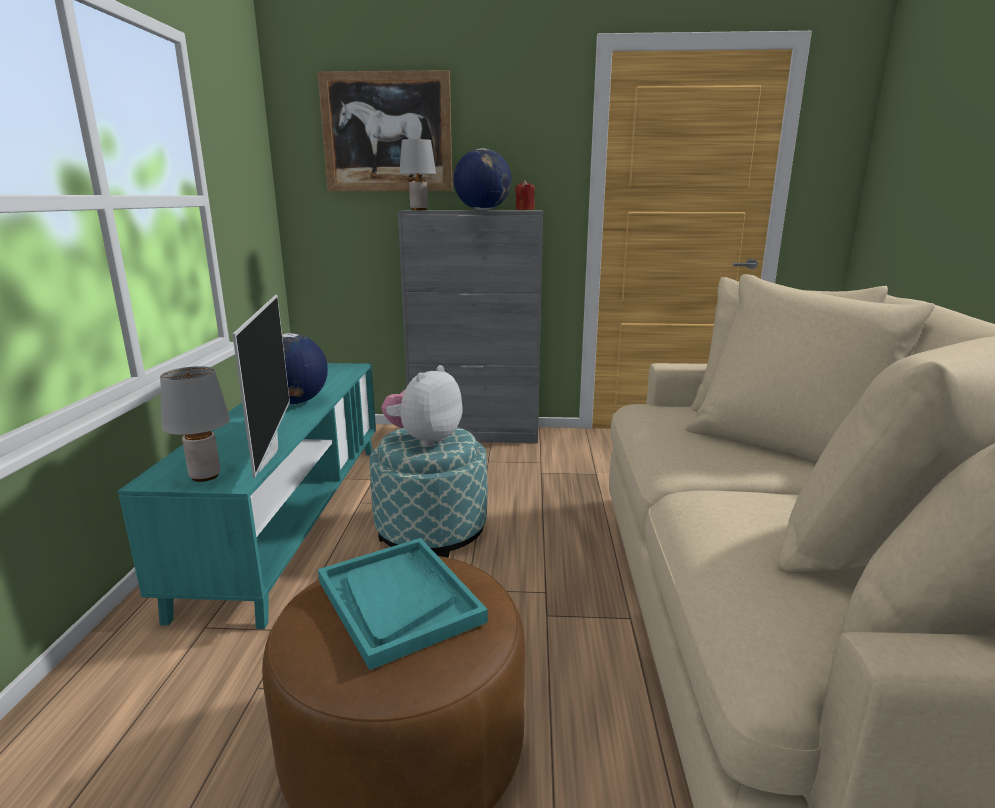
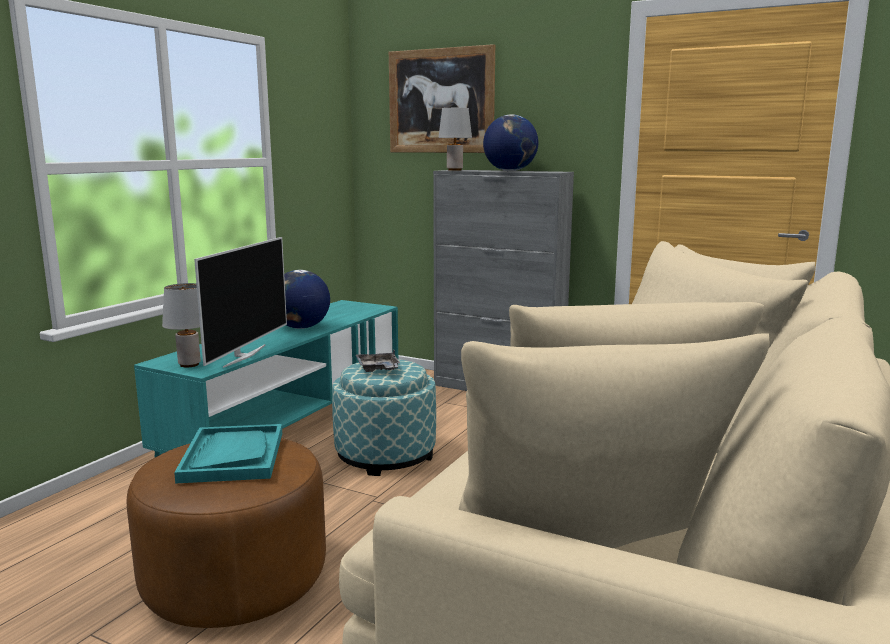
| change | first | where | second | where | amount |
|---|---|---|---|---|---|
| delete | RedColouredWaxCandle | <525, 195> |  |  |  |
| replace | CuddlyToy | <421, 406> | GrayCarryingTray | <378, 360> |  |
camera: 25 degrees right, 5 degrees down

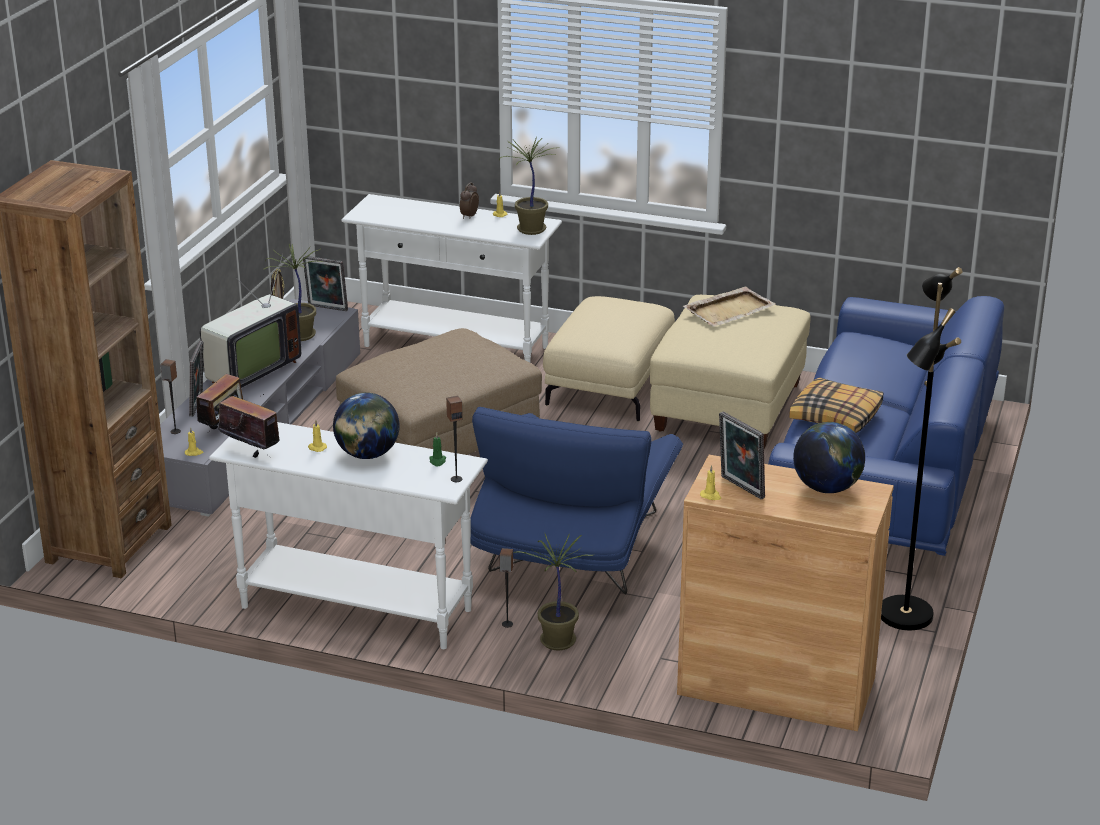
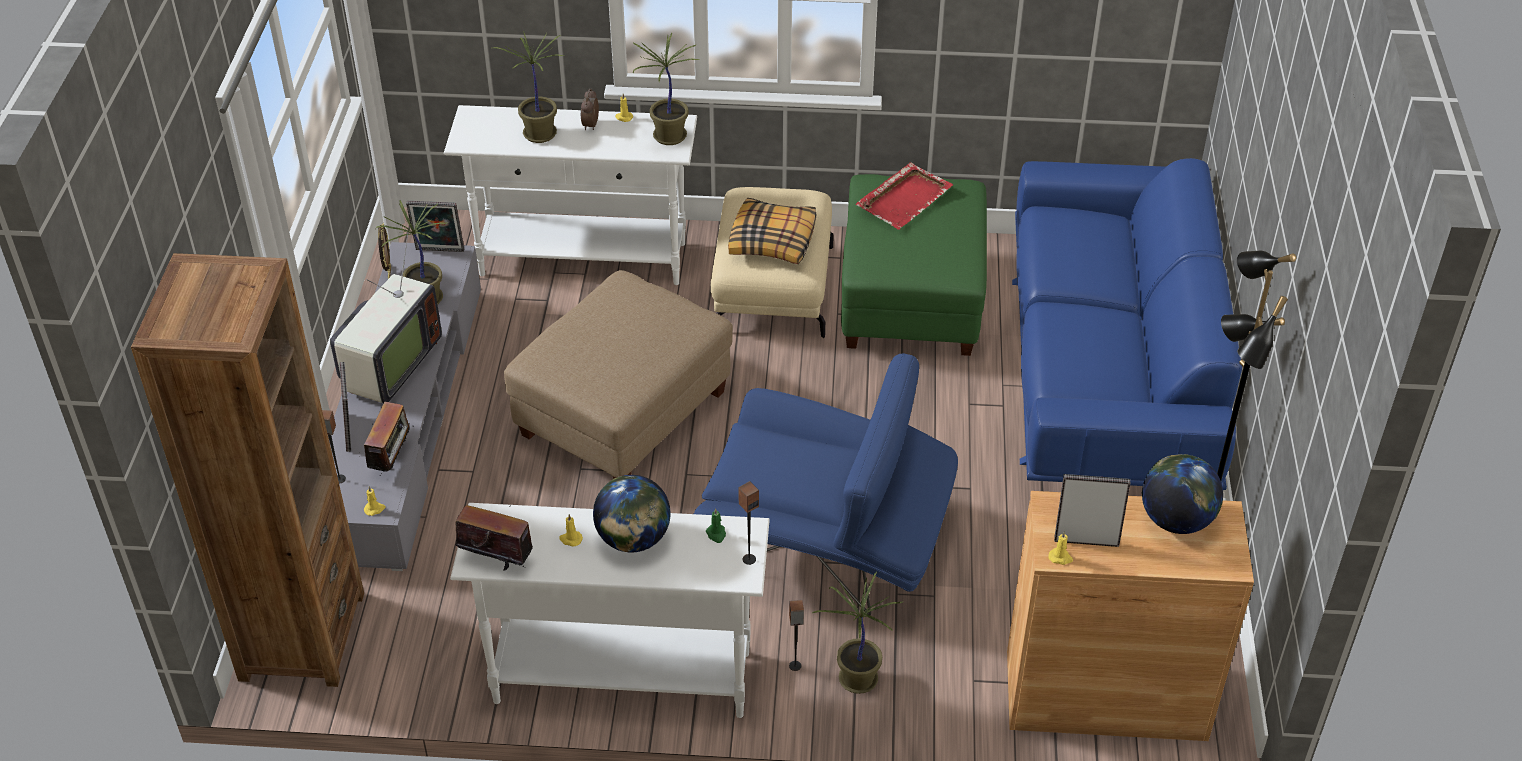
| change | first | where | second | where | amount |
|---|---|---|---|---|---|
| recolor | BeigeColouredCarryingTray | <729, 306> | RedColouredCarryingTray | <904, 196> |  |
| recolor | BeigeColouredOttoman | <730, 371> | GreenColouredOttoman | <914, 265> |  |
| move | ThrowPillow | <836, 405> |  | <772, 231> |  |
| rotate | BlueEasyChair | <576, 501> |  | <825, 484> | 75 degrees counterclockwise |
| rotate | PictureFrame | <742, 455> |  | <1092, 510> | 150 degrees clockwise |
| insert |  |  | Houseplant | <528, 88> |  |
camera: 15 degrees left, 15 degrees up

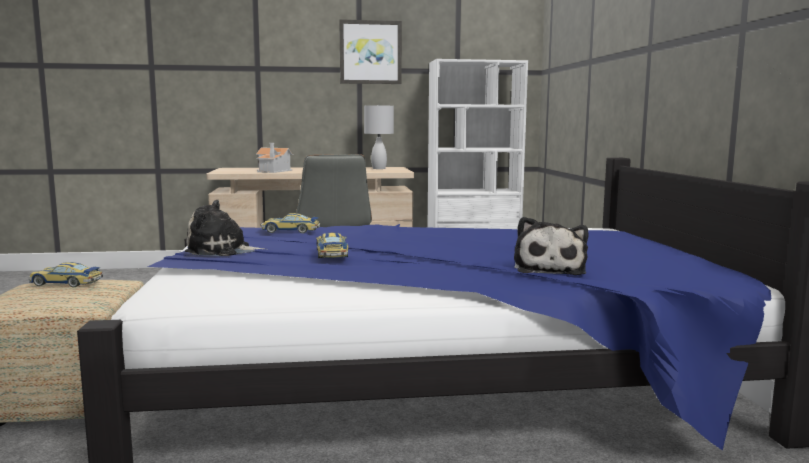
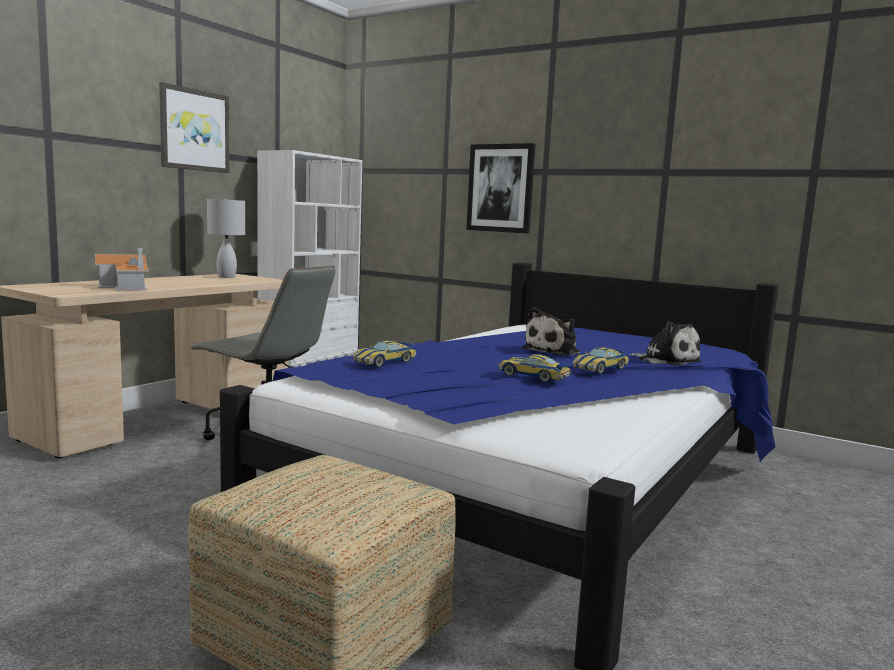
| change | first | where | second | where | amount |
|---|---|---|---|---|---|
| move | CuddlyToy | <225, 228> |  | <551, 331> |  |
| move | ToyCar | <65, 274> |  | <601, 360> |  |
| insert |  |  | Picture | <500, 188> |  |
camera: 50 degrees left, 0 degrees up

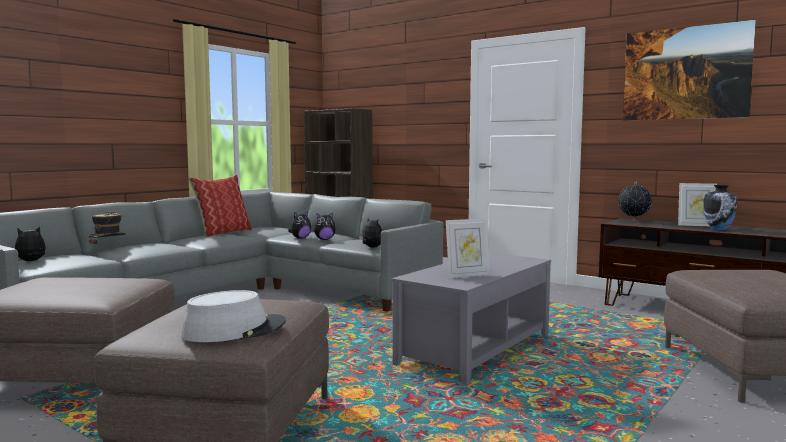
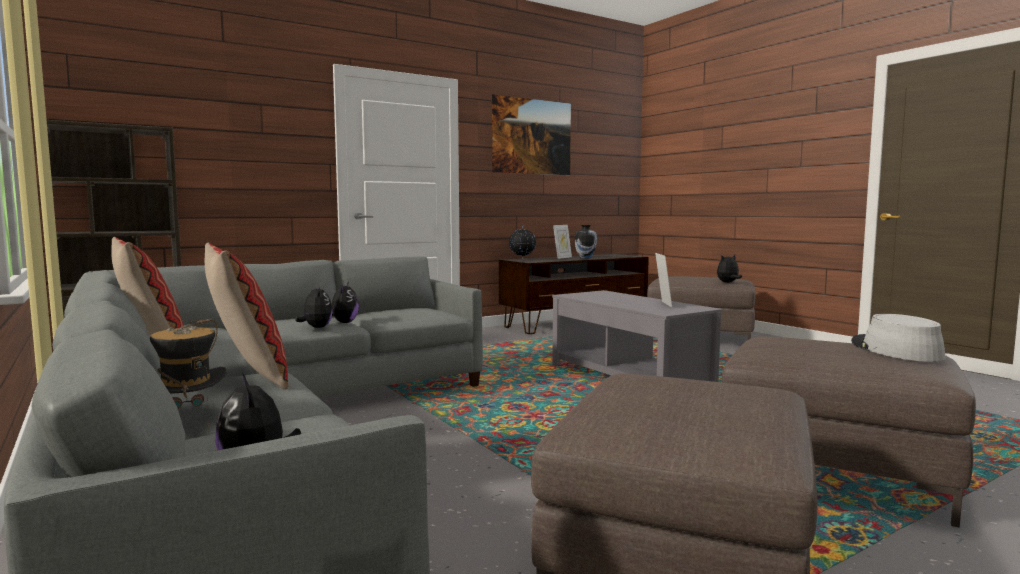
| change | first | where | second | where | amount |
|---|---|---|---|---|---|
| move | CuddlyToy | <371, 232> |  | <729, 269> |  |
| insert |  |  | ThrowPillow | <246, 316> |  |
camera: 70 degrees left, 0 degrees up

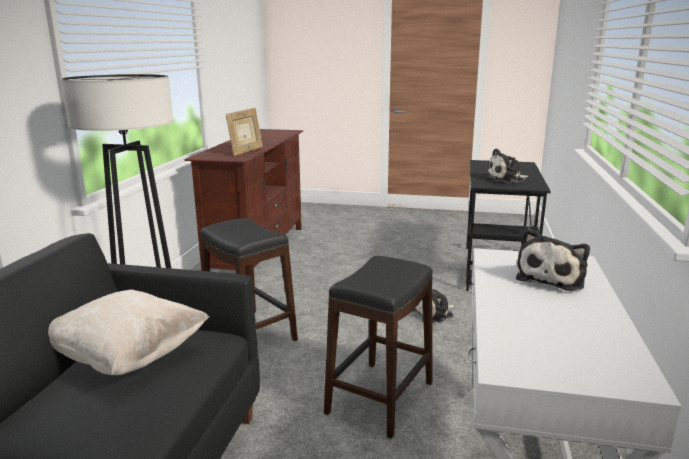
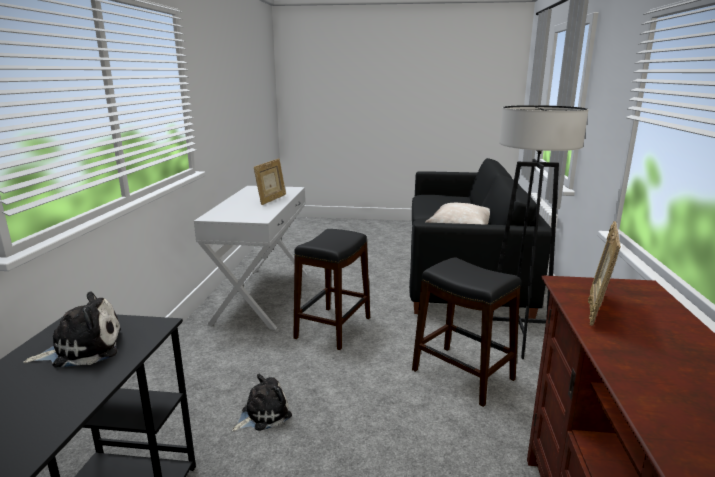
| change | first | where | second | where | amount |
|---|---|---|---|---|---|
| delete | CuddlyToy | <553, 259> |  |  |  |
| insert |  |  | PictureFrame | <270, 182> |  |
camera: 175 degrees right, 0 degrees up

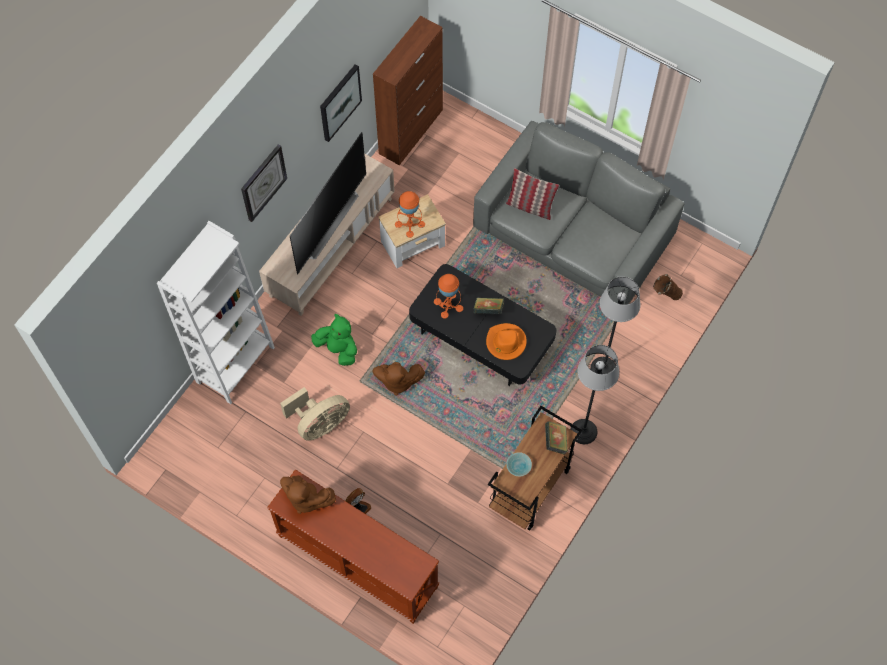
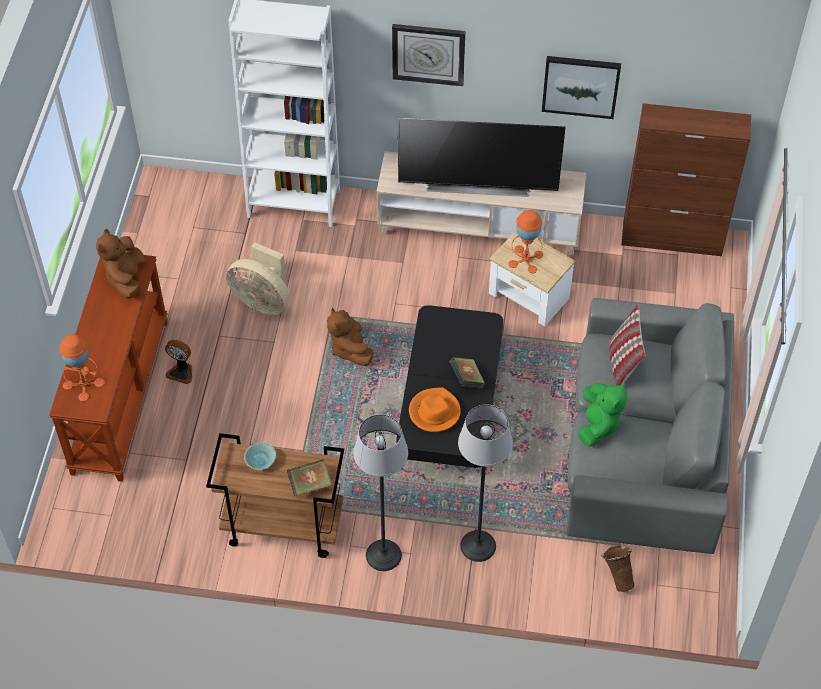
| change | first | where | second | where | amount |
|---|---|---|---|---|---|
| move | OrangeyTableLamp | <448, 296> |  | <82, 368> |  |
| move | GreenColouredCuddlyToy | <334, 340> |  | <602, 414> |  |
camera: 65 degrees right, 10 degrees down

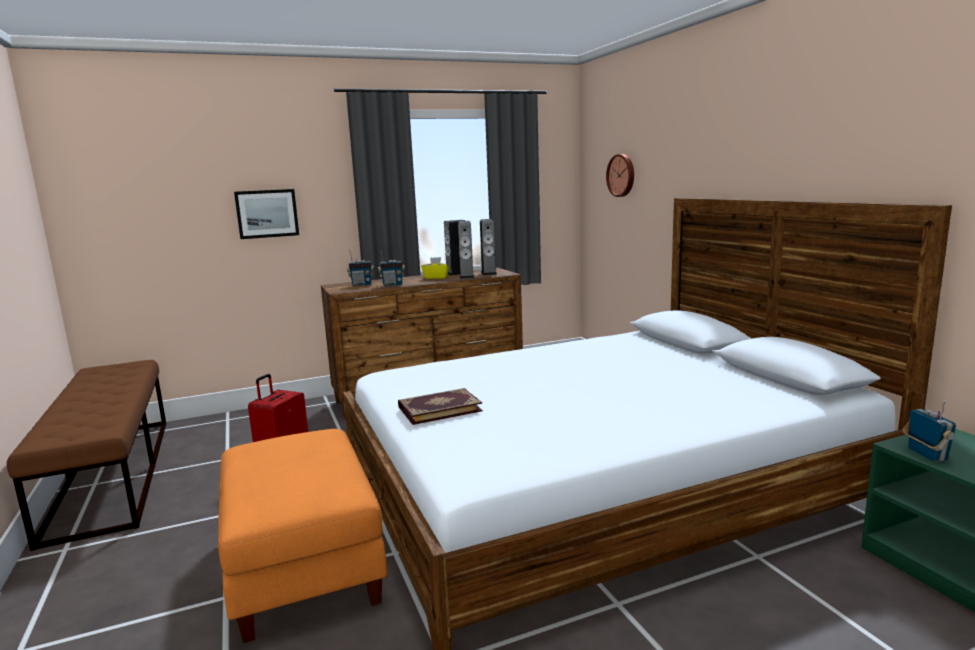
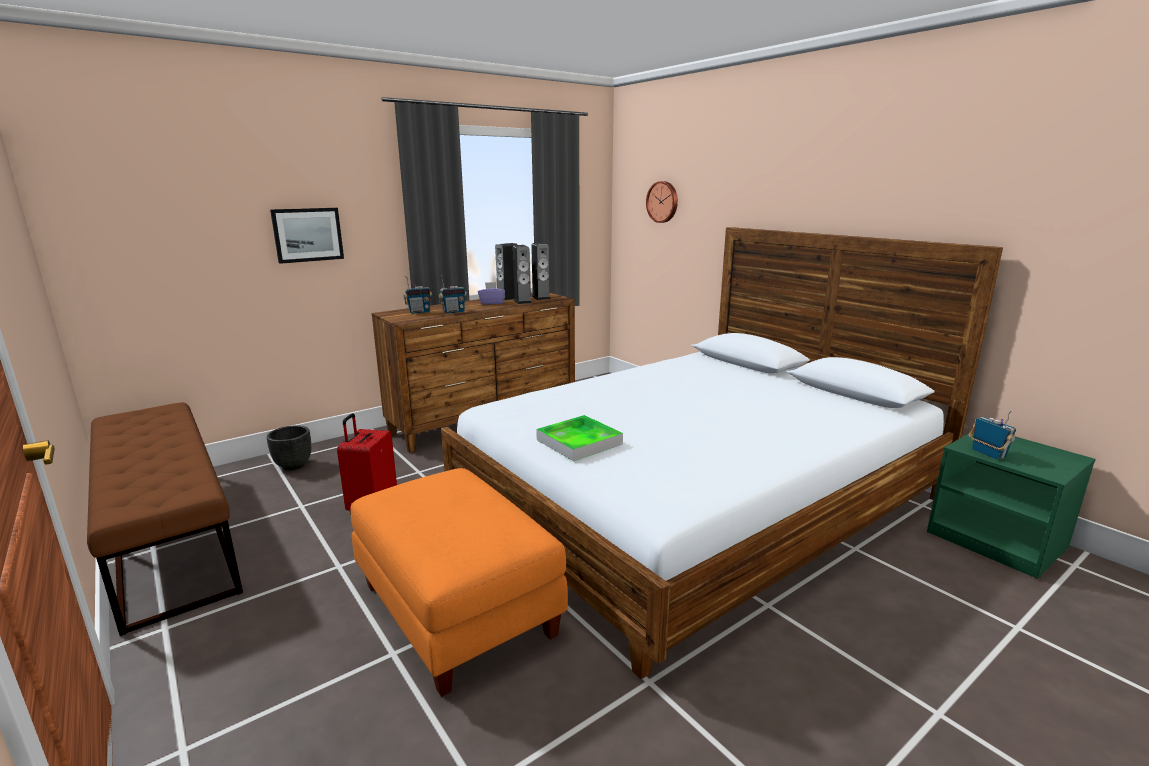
| change | first | where | second | where | amount |
|---|---|---|---|---|---|
| recolor | YellowColouredBoxOfTissues | <435, 268> | PurpleBoxOfTissues | <491, 293> |  |
| replace | BoundBook | <440, 406> | CarryingTray | <579, 438> |  |
| insert |  |  | BlackPlanter | <289, 447> |  |
camera: 15 degrees left, 5 degrees up

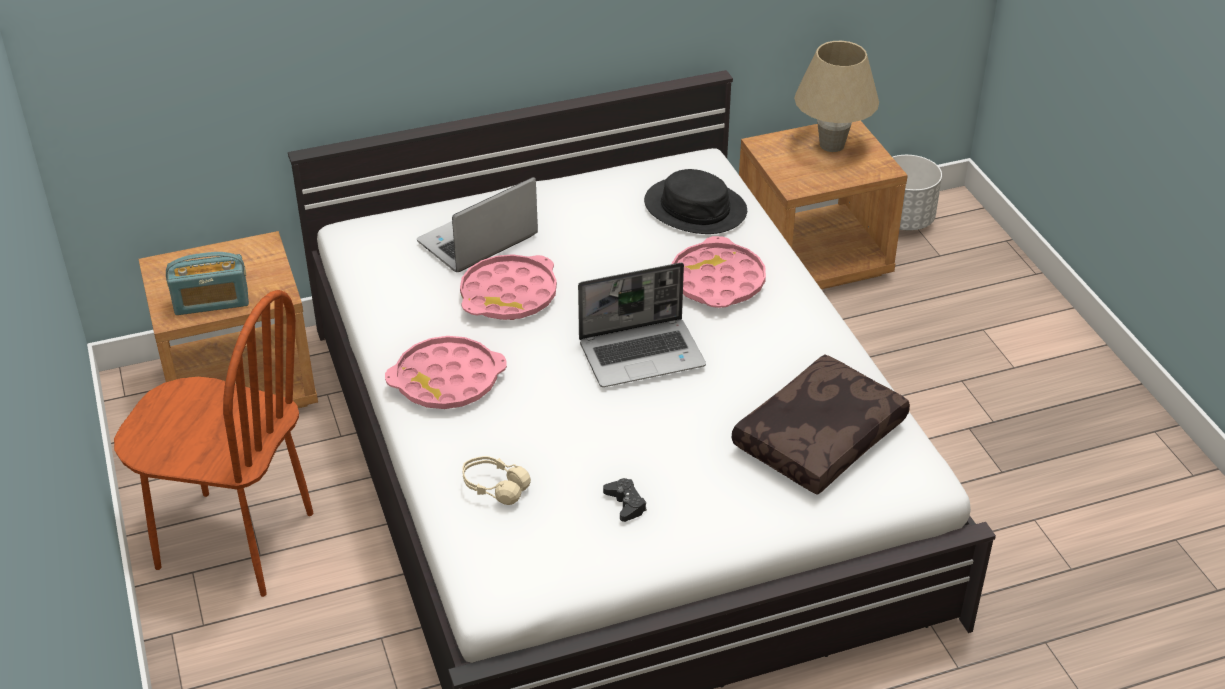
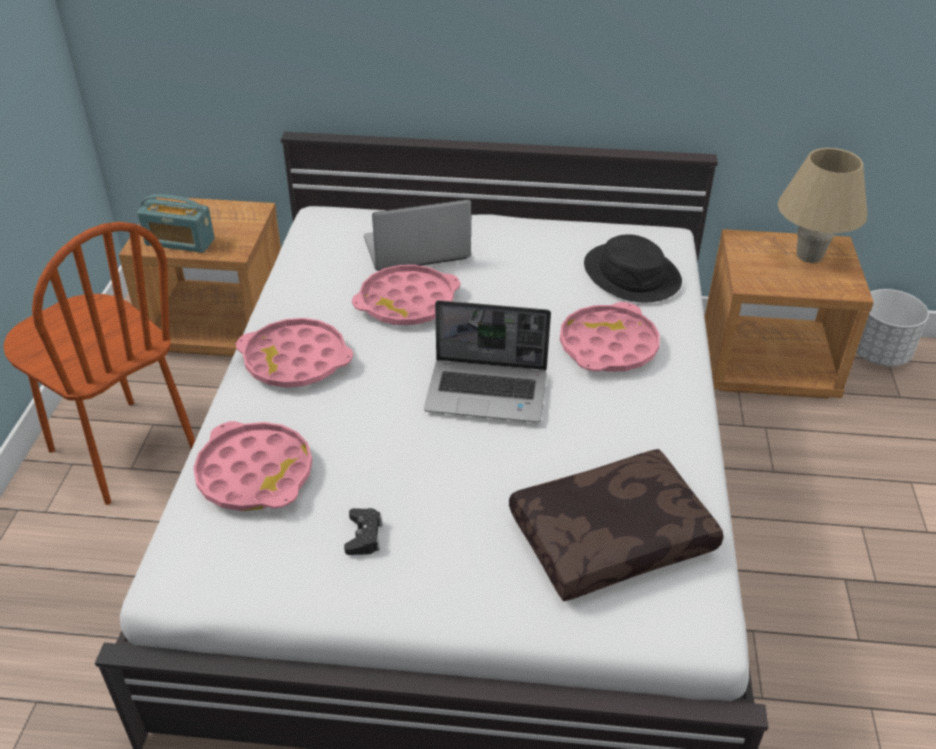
| change | first | where | second | where | amount |
|---|---|---|---|---|---|
| replace | BeigeColouredPairOfHeadphones | <496, 480> | PinkishCarryingTray | <252, 466> |  |
camera: 25 degrees right, 0 degrees up

